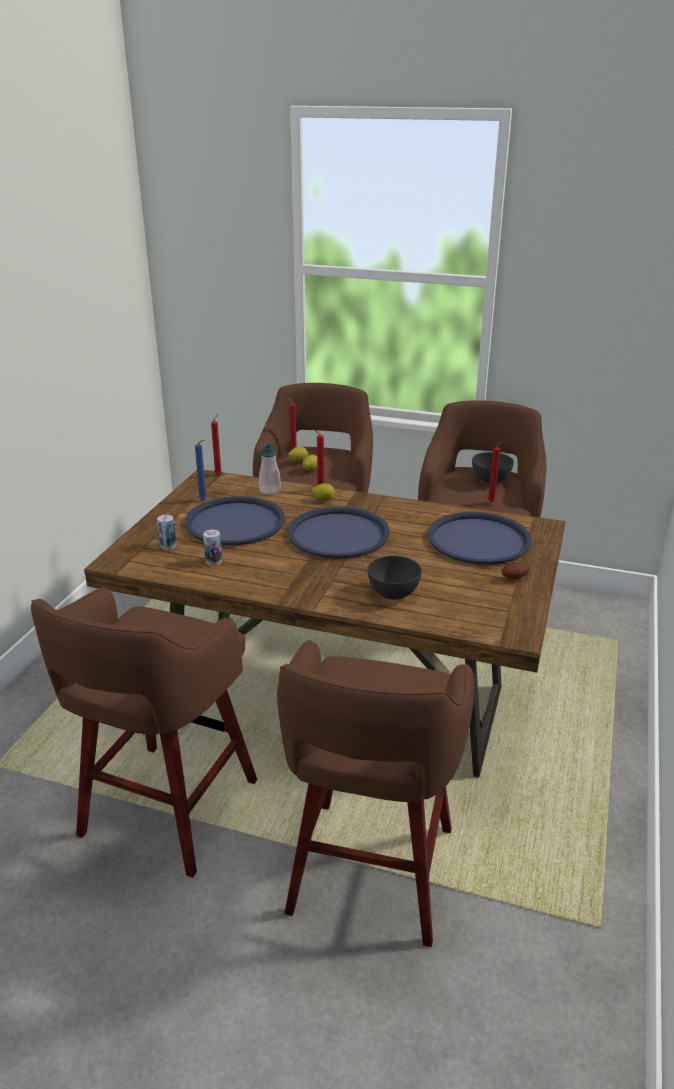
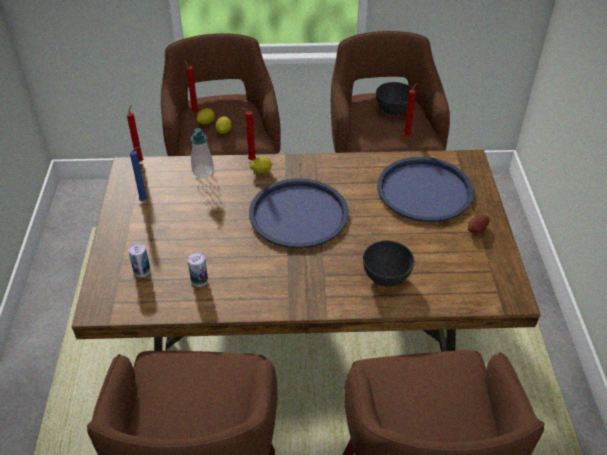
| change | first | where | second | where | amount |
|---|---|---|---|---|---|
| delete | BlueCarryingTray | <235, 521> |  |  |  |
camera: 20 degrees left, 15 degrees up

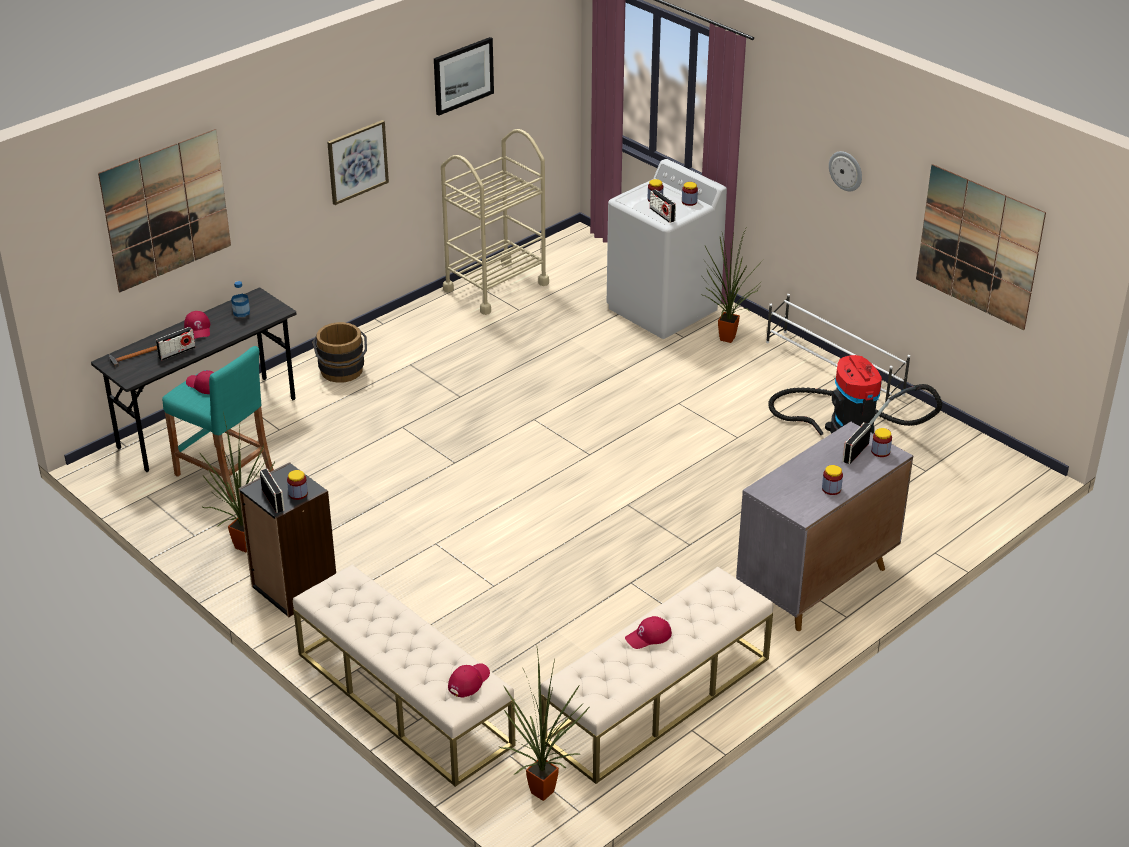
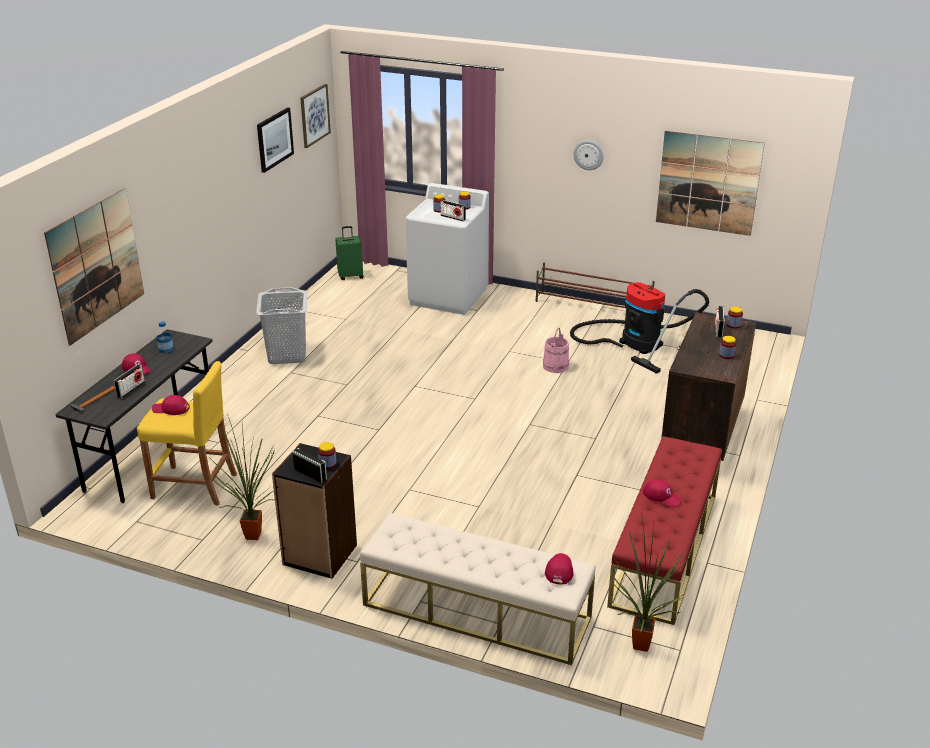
| change | first | where | second | where | amount |
|---|---|---|---|---|---|
| move | Picture | <358, 162> |  | <315, 116> |  |
| delete | BeigeColouredWheeledCart | <495, 222> |  |  |  |
| delete | Houseplant | <731, 284> |  |  |  |
| recolor | WhiteShoeRack | <838, 350> | BrownShoeRack | <595, 285> |  |
| delete | BrownBucket | <339, 352> |  |  |  |
| recolor | TurquoiseStoolSeat | <218, 424> | YellowColouredStoolSeat | <187, 433> |  |
| recolor | GrayStorageCabinet | <824, 526> | BrownStorageCabinet | <708, 386> |  |
| recolor | BeigeColouredBench | <657, 675> | RedColouredBench | <664, 530> |  |
| rotate | RedColouredBaseballCap | <648, 632> |  | <662, 493> | 90 degrees counterclockwise |
| insert |  |  | GreenColouredPieceOfLuggage | <349, 253> |  |
| insert |  |  | GrayWashingBasket | <281, 325> |  |
| insert |  |  | PinkishBucket | <556, 350> |  |
camera: 25 degrees left, 5 degrees down

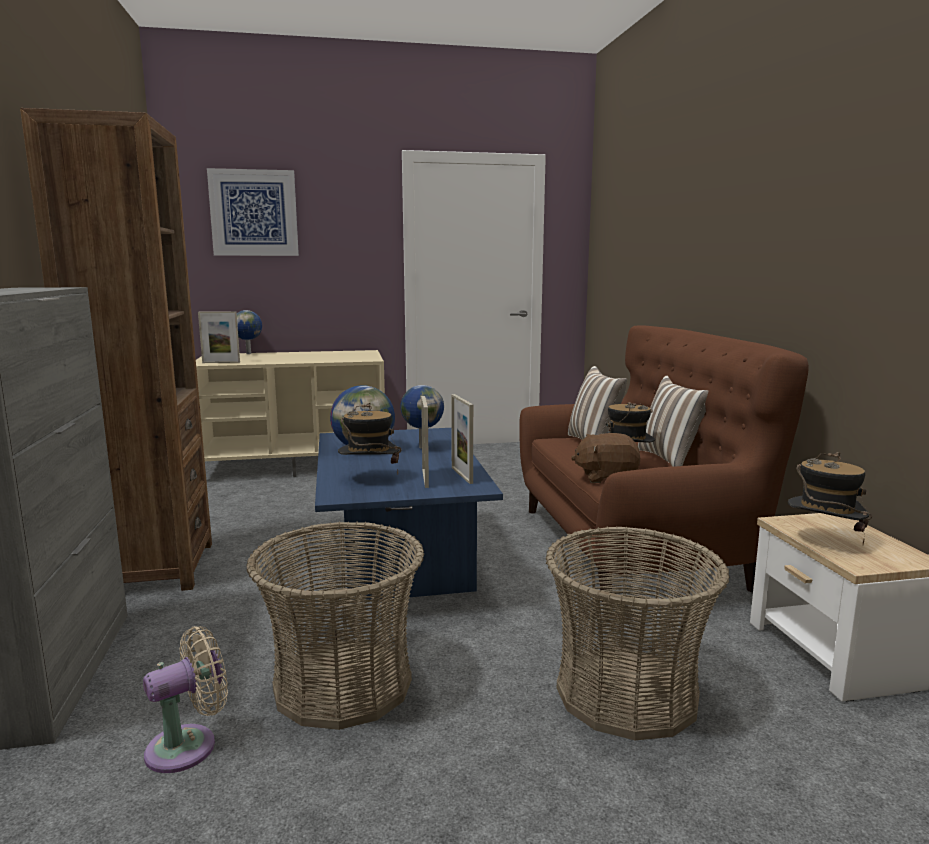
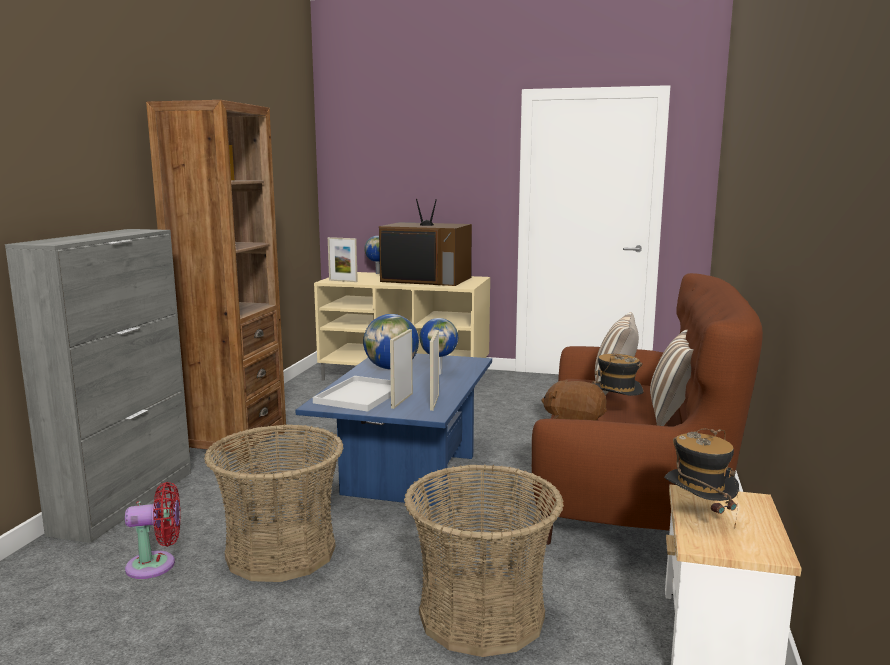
| change | first | where | second | where | amount |
|---|---|---|---|---|---|
| delete | Picture | <253, 212> |  |  |  |
| replace | Hat | <370, 438> | WhiteCarryingTray | <352, 393> |  |
| recolor | BeigeColouredFan | <185, 699> | RedColouredFan | <153, 530> |  |
| insert |  |  | Television | <425, 242> |  |
camera: 25 degrees right, 0 degrees up

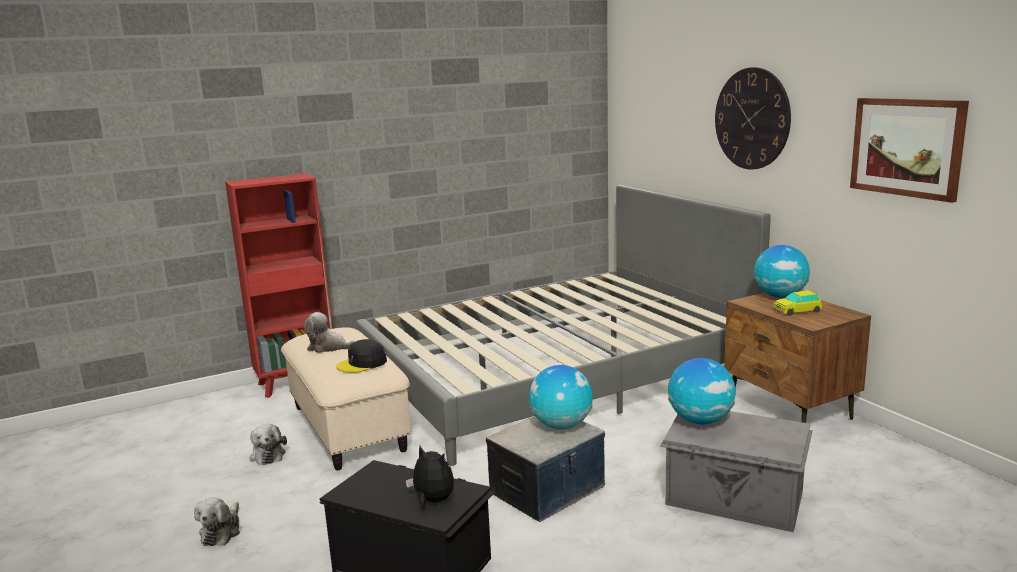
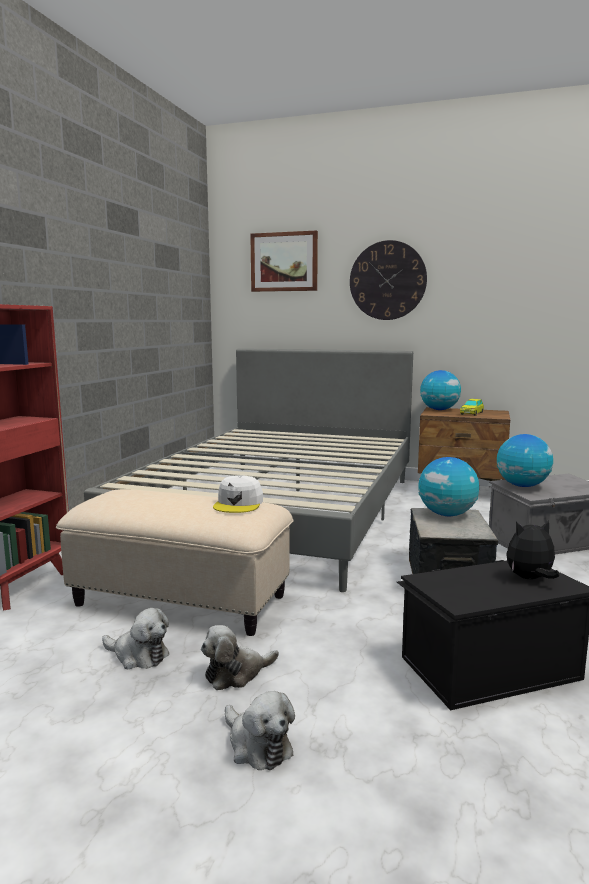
| change | first | where | second | where | amount |
|---|---|---|---|---|---|
| move | Picture | <909, 150> |  | <284, 261> |  |
| move | CuddlyToy | <330, 332> |  | <240, 657> |  |
| recolor | BlackBaseballCap | <361, 356> | WhiteBaseballCap | <238, 494> |  |
camera: 45 degrees left, 5 degrees down

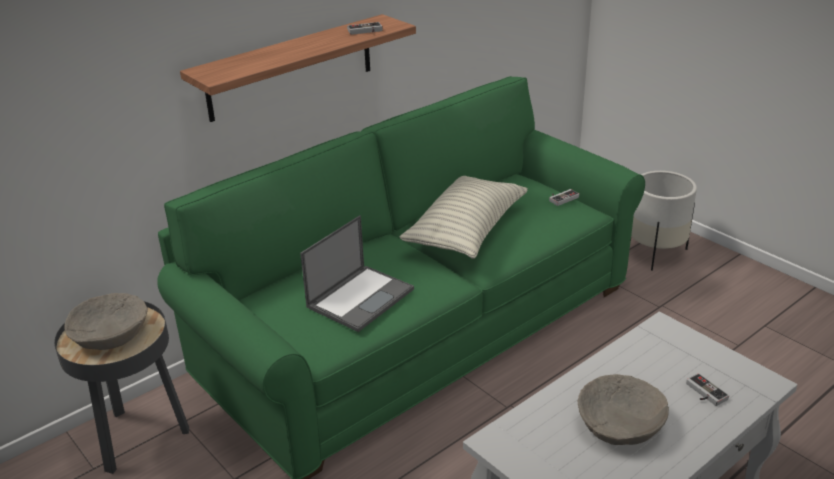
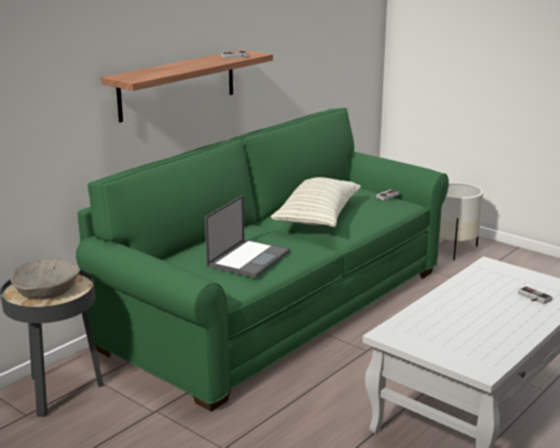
| change | first | where | second | where | amount |
|---|---|---|---|---|---|
| delete | BeigeColouredDeepDish | <623, 409> |  |  |  |
camera: 10 degrees left, 10 degrees down

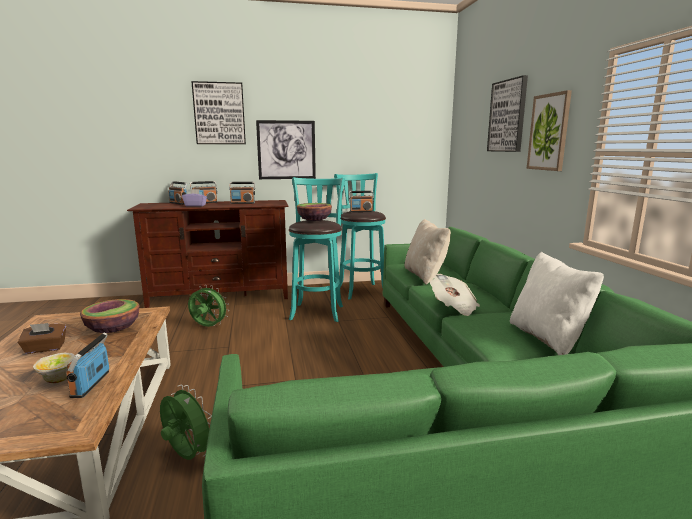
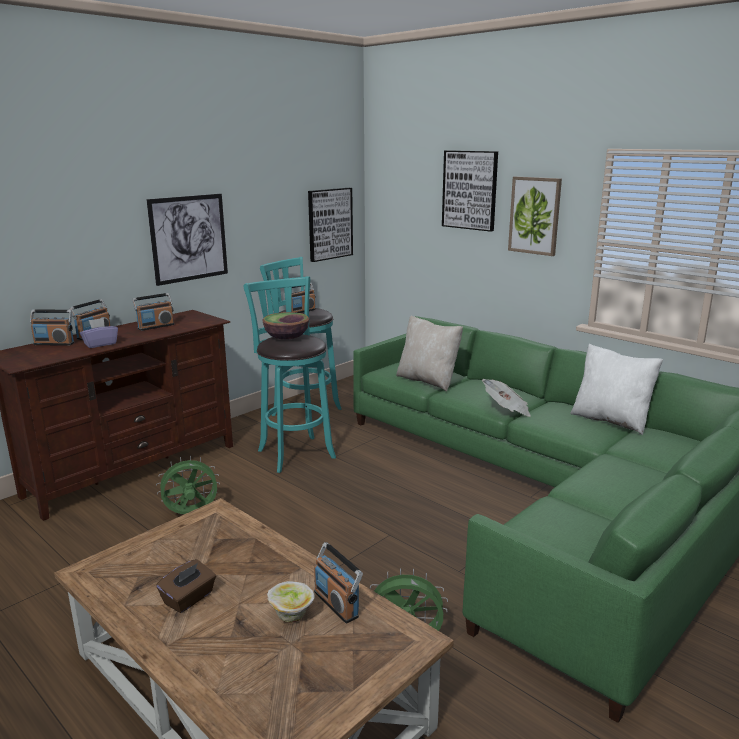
| change | first | where | second | where | amount |
|---|---|---|---|---|---|
| move | Picture | <218, 112> |  | <330, 225> |  |
| delete | DeepDish | <110, 316> |  |  |  |
camera: 35 degrees left, 5 degrees up

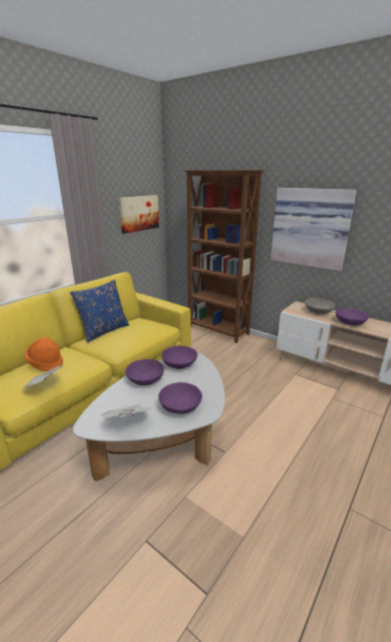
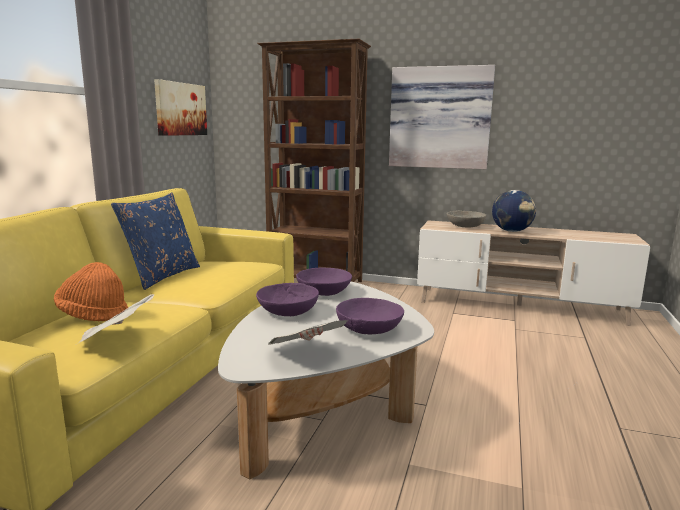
| change | first | where | second | where | amount |
|---|---|---|---|---|---|
| replace | PurpleDeepDish | <352, 316> | WorldGlobe | <514, 211> |  |
camera: 20 degrees left, 10 degrees down

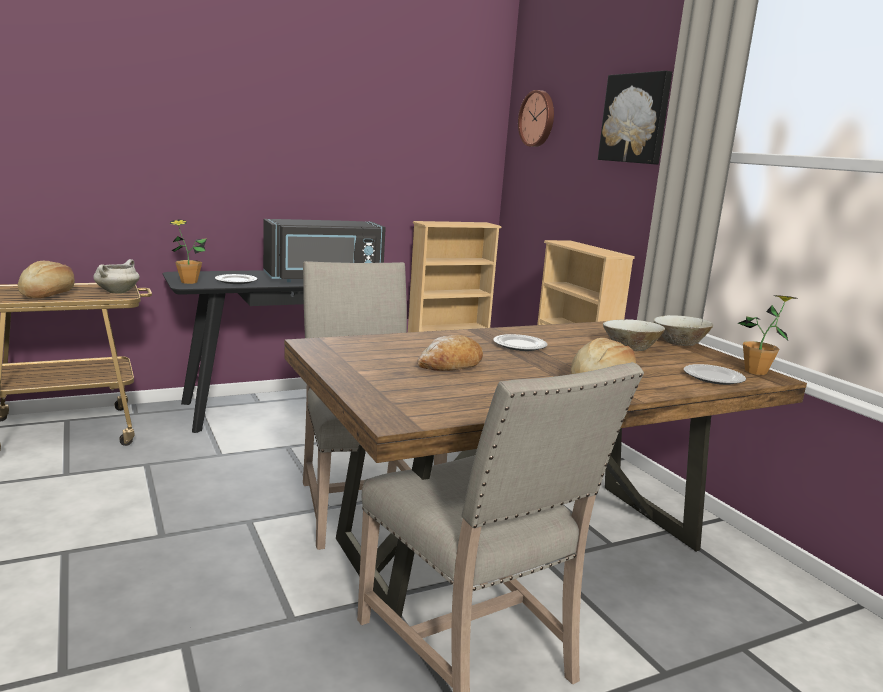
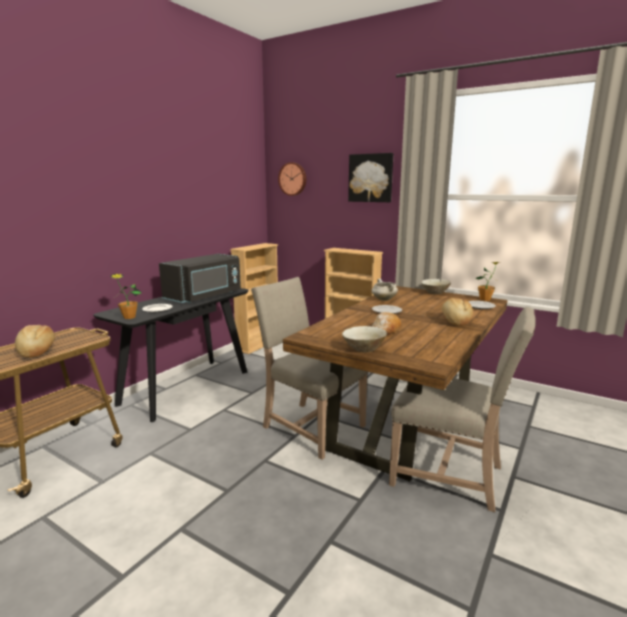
| change | first | where | second | where | amount |
|---|---|---|---|---|---|
| move | WhiteCookingPot | <116, 276> |  | <384, 290> |  |
| move | BeigeColouredDeepDish | <634, 335> |  | <364, 339> |  |
camera: 30 degrees left, 0 degrees up

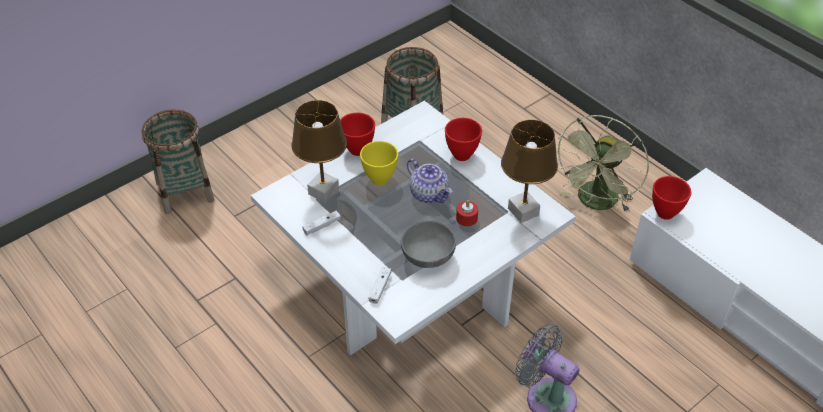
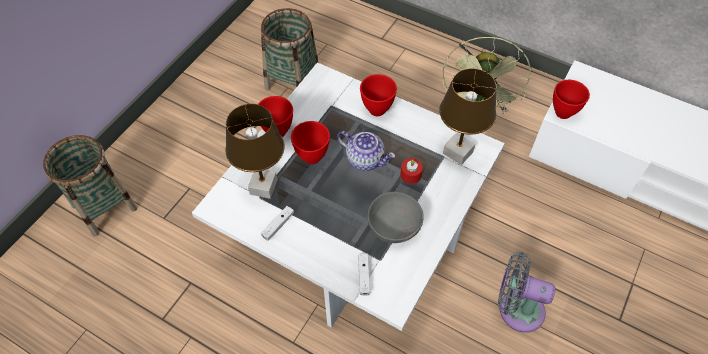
| change | first | where | second | where | amount |
|---|---|---|---|---|---|
| recolor | YellowColouredDeepDish | <379, 163> | RedColouredDeepDish | <310, 142> |  |
camera: 20 degrees left, 10 degrees up

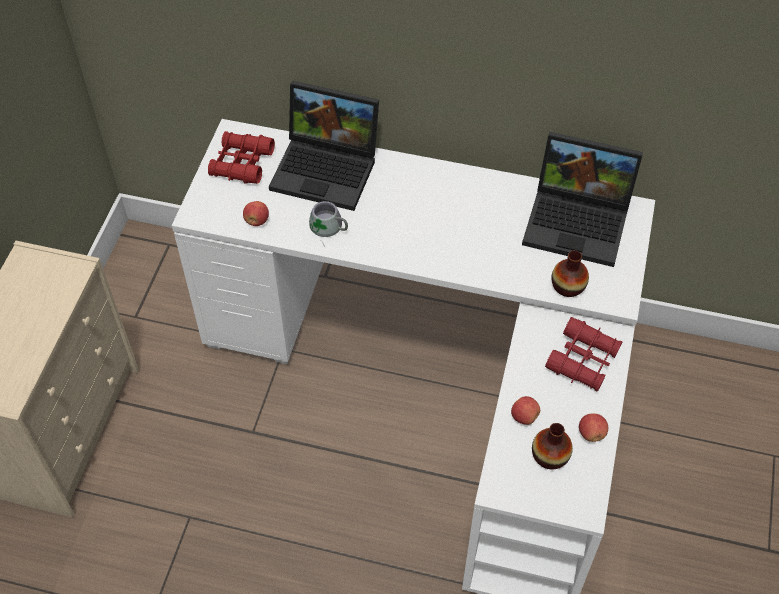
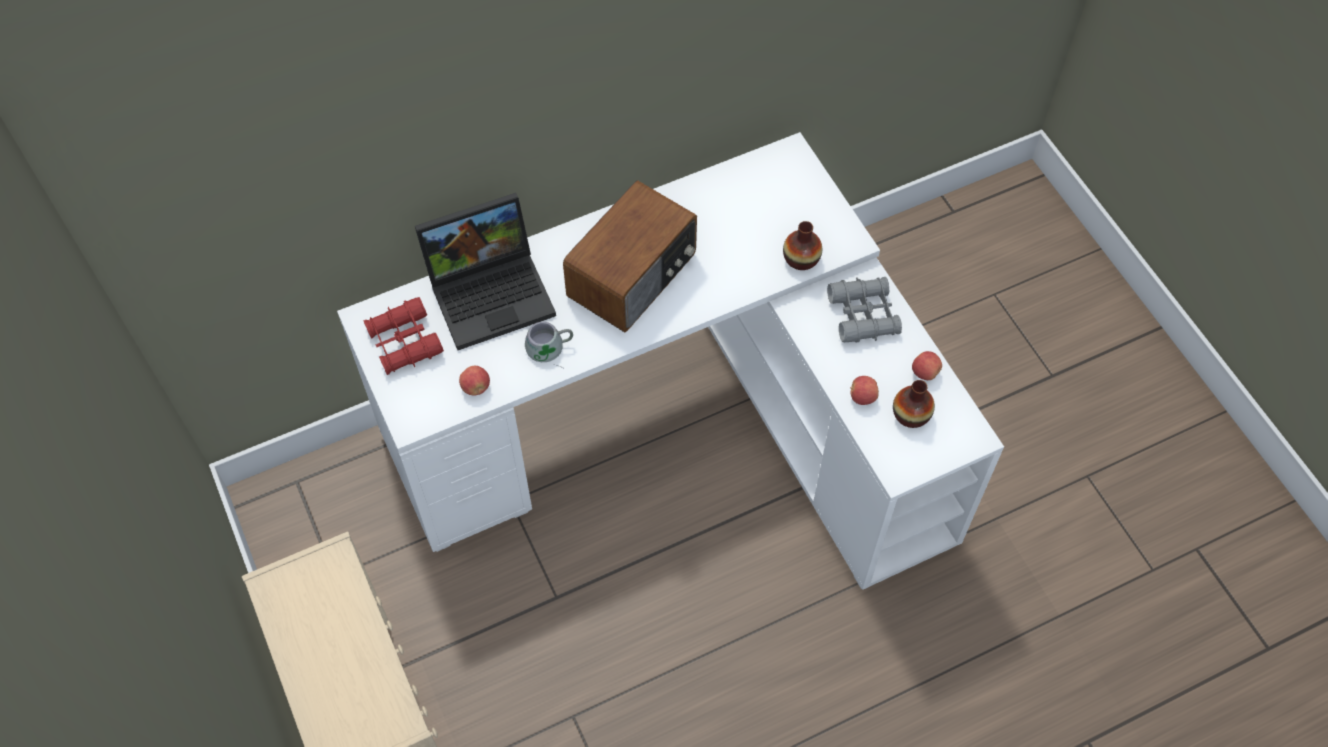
| change | first | where | second | where | amount |
|---|---|---|---|---|---|
| delete | Laptop | <582, 199> |  |  |  |
| recolor | RedColouredFieldGlasses | <584, 354> | GrayFieldGlasses | <864, 310> |  |
| insert |  |  | RadioSet | <630, 256> |  |
camera: 40 degrees left, 5 degrees up

